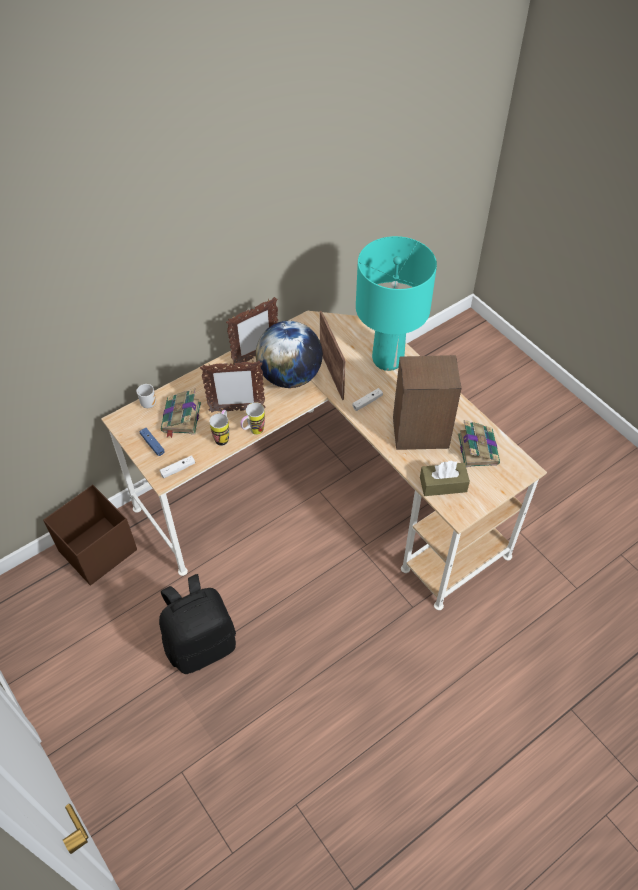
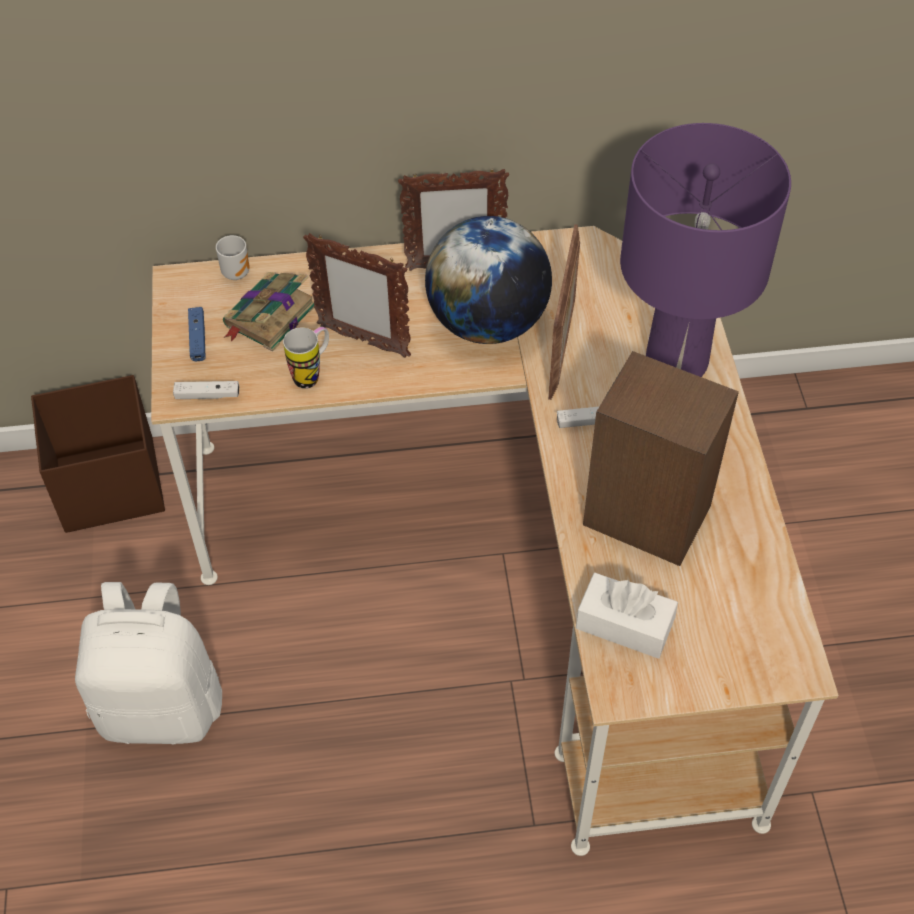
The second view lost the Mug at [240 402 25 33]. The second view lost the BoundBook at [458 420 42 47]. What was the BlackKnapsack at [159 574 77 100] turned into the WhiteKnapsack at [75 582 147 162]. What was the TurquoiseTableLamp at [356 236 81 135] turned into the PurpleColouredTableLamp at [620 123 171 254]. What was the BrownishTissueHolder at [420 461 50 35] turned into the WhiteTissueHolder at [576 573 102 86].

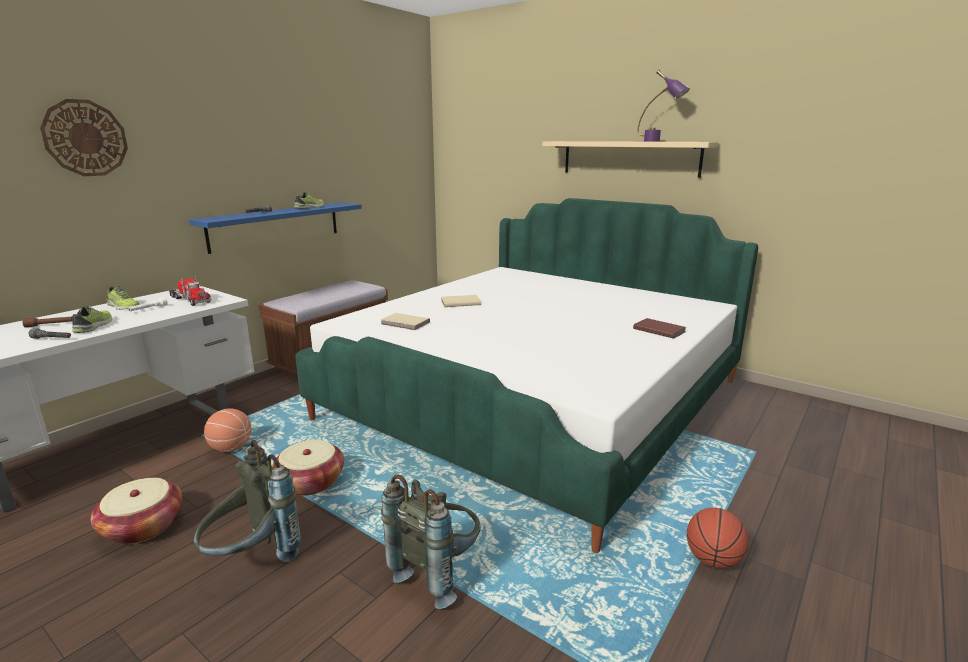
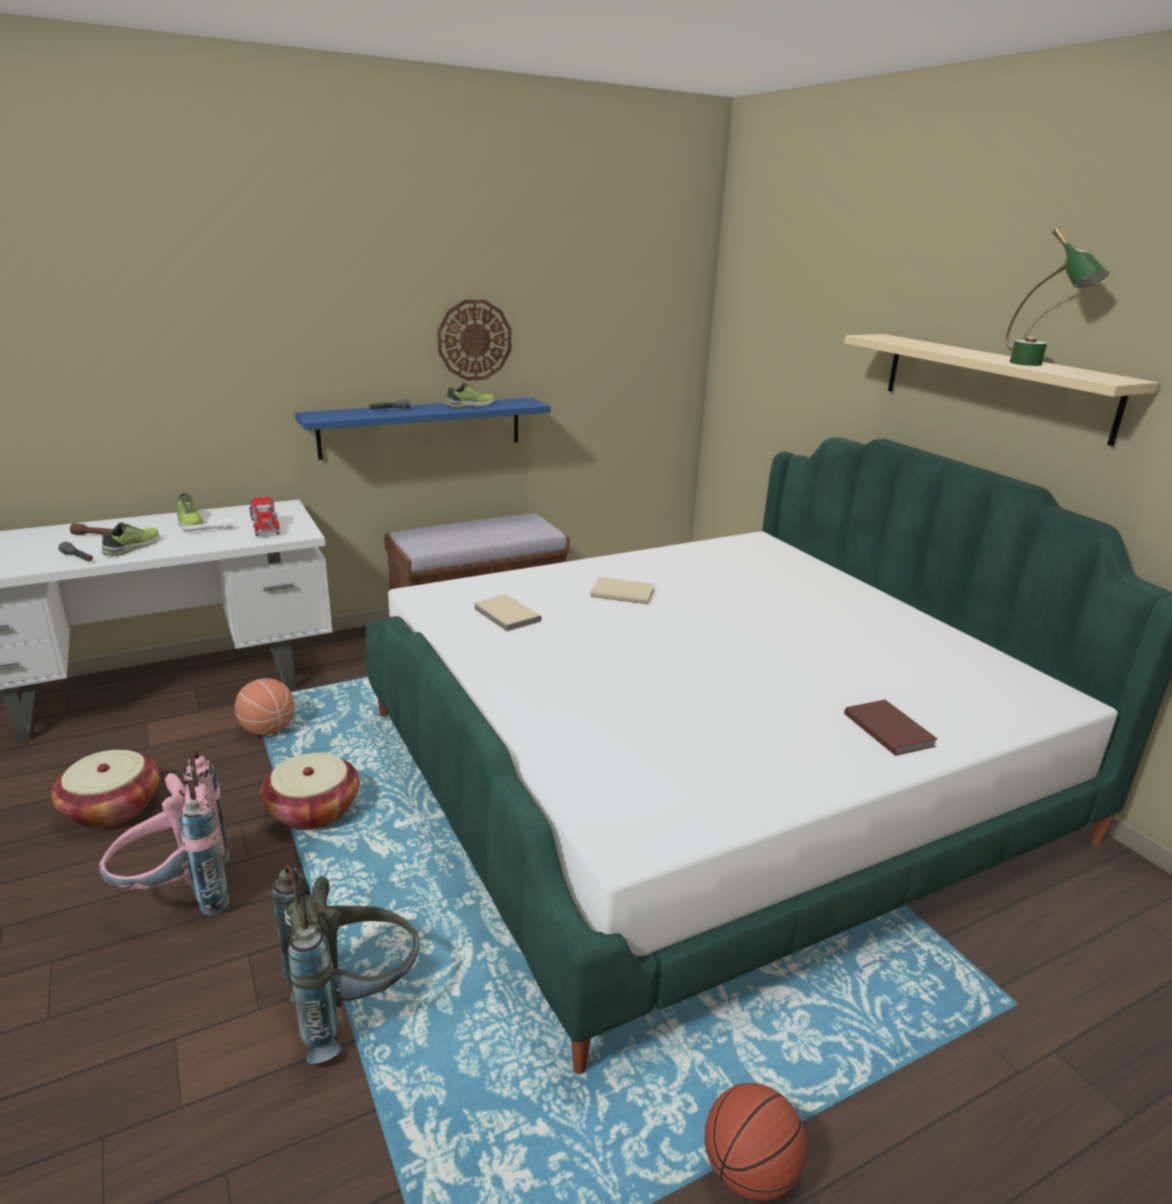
The HangingClock ended up elsewhere, having gone from [40 99 88 77] to [437 300 74 81]. What was the GrayKnapsack at [194 440 107 122] turned into the PinkKnapsack at [99 750 130 166]. What was the PurpleColouredTableLamp at [638 70 52 72] turned into the GreenishTableLamp at [1006 227 103 139].

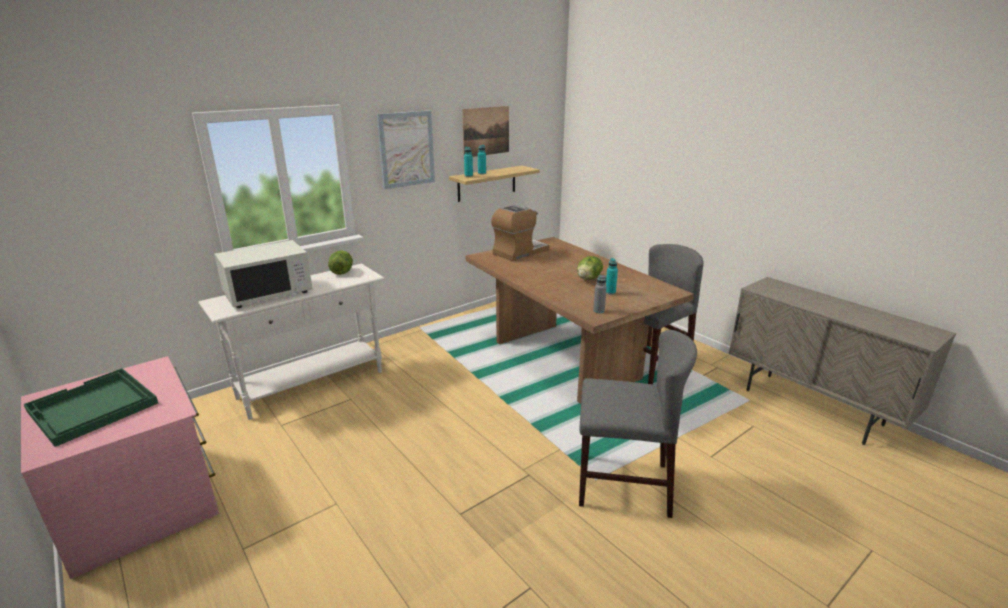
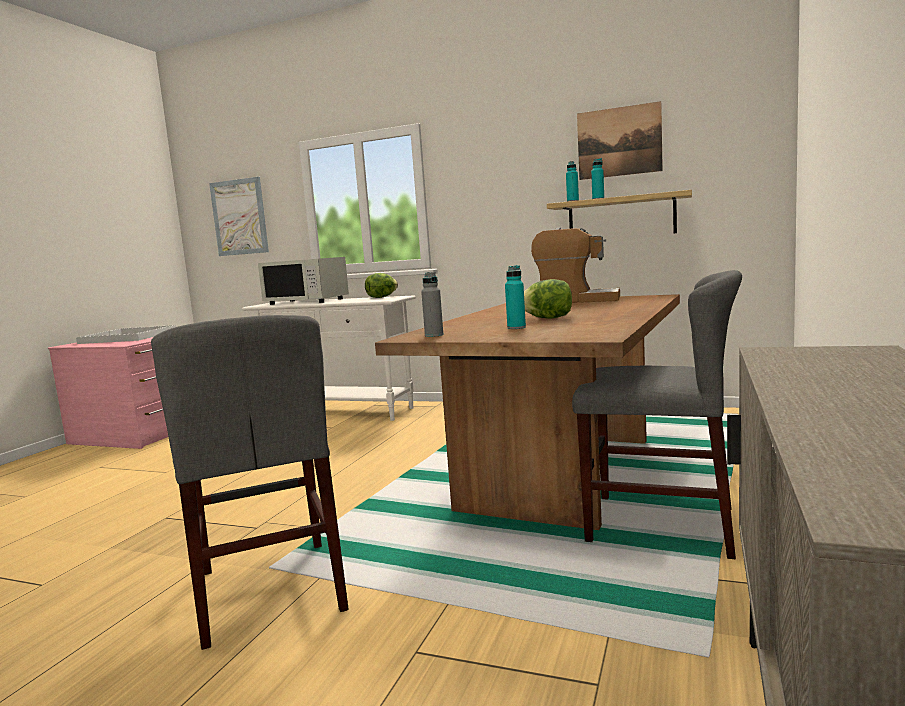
The WallPicture ended up elsewhere, having gone from [377 110 58 79] to [209 177 60 79]. What was the GreenishCarryingTray at [24 368 134 79] turned into the WhiteCarryingTray at [76 325 100 19].

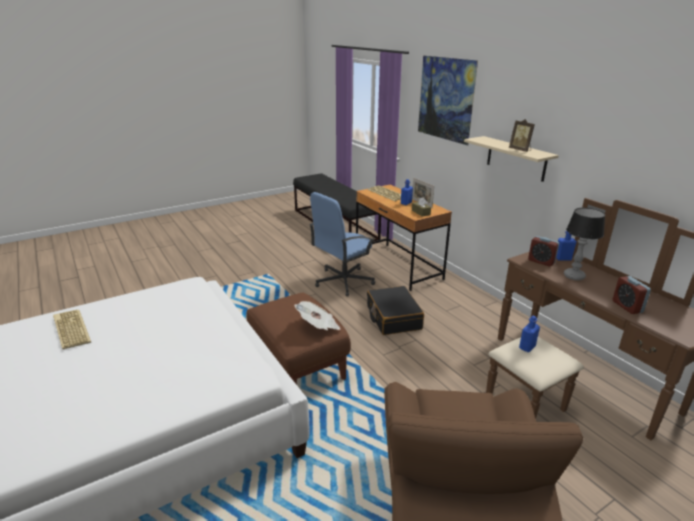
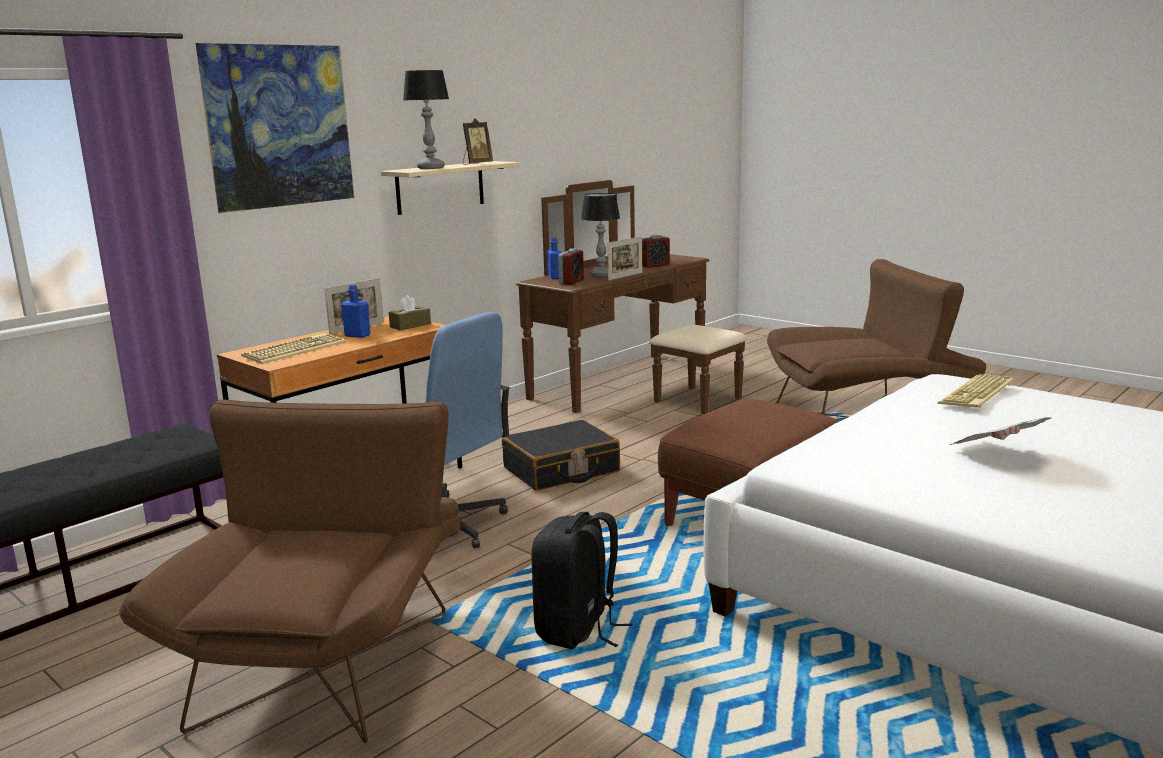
The second view lost the BluishDrinkBottle at [519 316 21 36]. The second view gained the BrownishEasyChair at [119 400 342 343]. The second view gained the TableLamp at [403 70 46 99]. The second view gained the BlackKnapsack at [531 512 101 137]. The second view gained the StandingFrame at [607 236 35 44]. The PcKeyboard ended up elsewhere, having gone from [53 310 38 39] to [937 374 77 34]. The DailyPaper ended up elsewhere, having gone from [294 301 47 29] to [949 417 102 28].

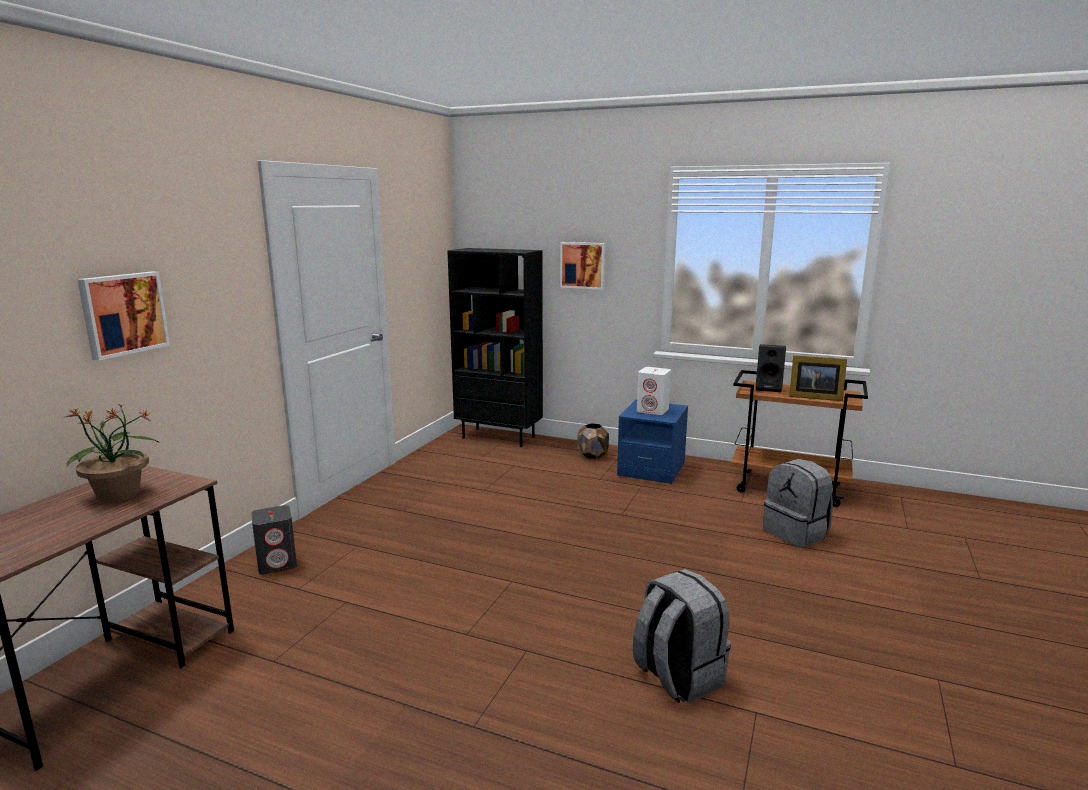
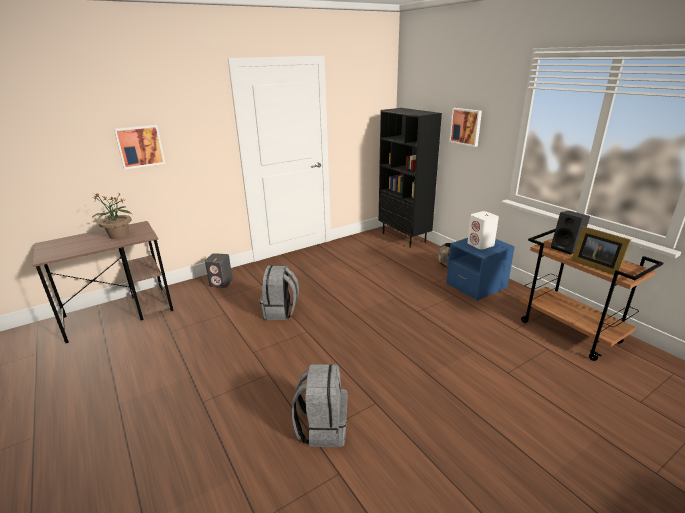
The GrayKnapsack ended up elsewhere, having gone from [763 459 70 89] to [260 265 39 55].

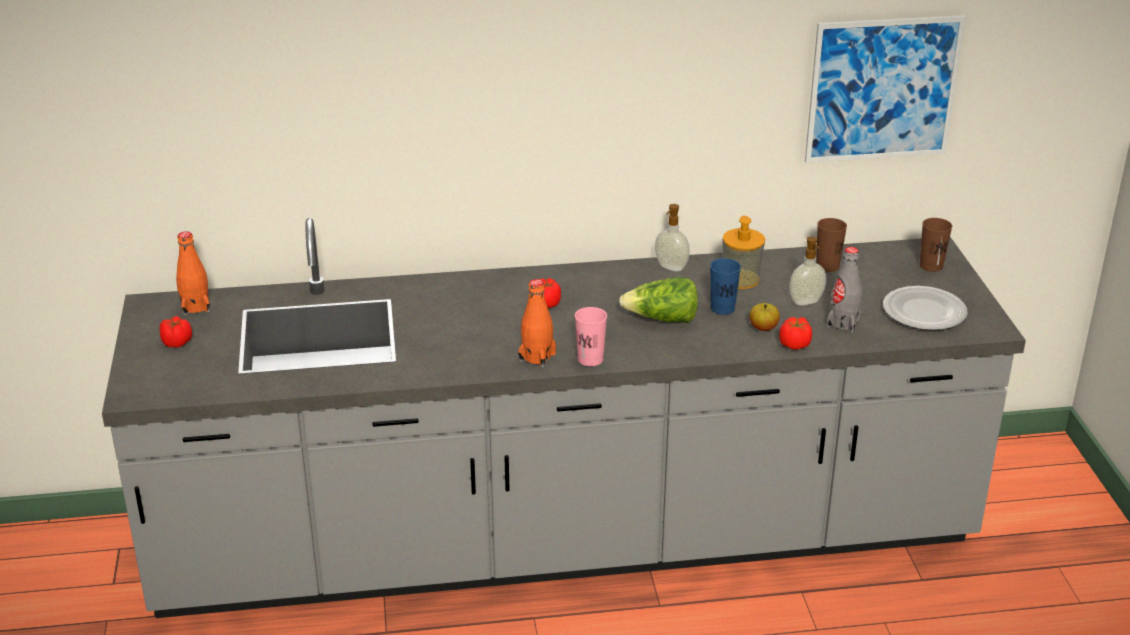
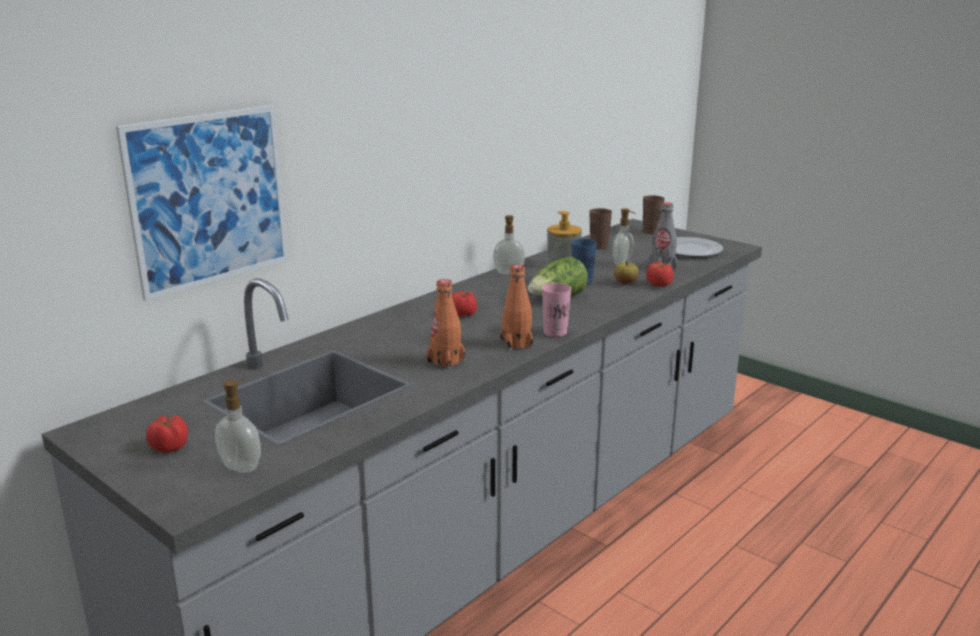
The second view gained the LiquidSoapBottle at [215 379 46 94]. The OrangeDrinkBottle ended up elsewhere, having gone from [176 231 34 84] to [426 279 39 91]. The WallPicture ended up elsewhere, having gone from [805 15 161 148] to [116 105 172 196].

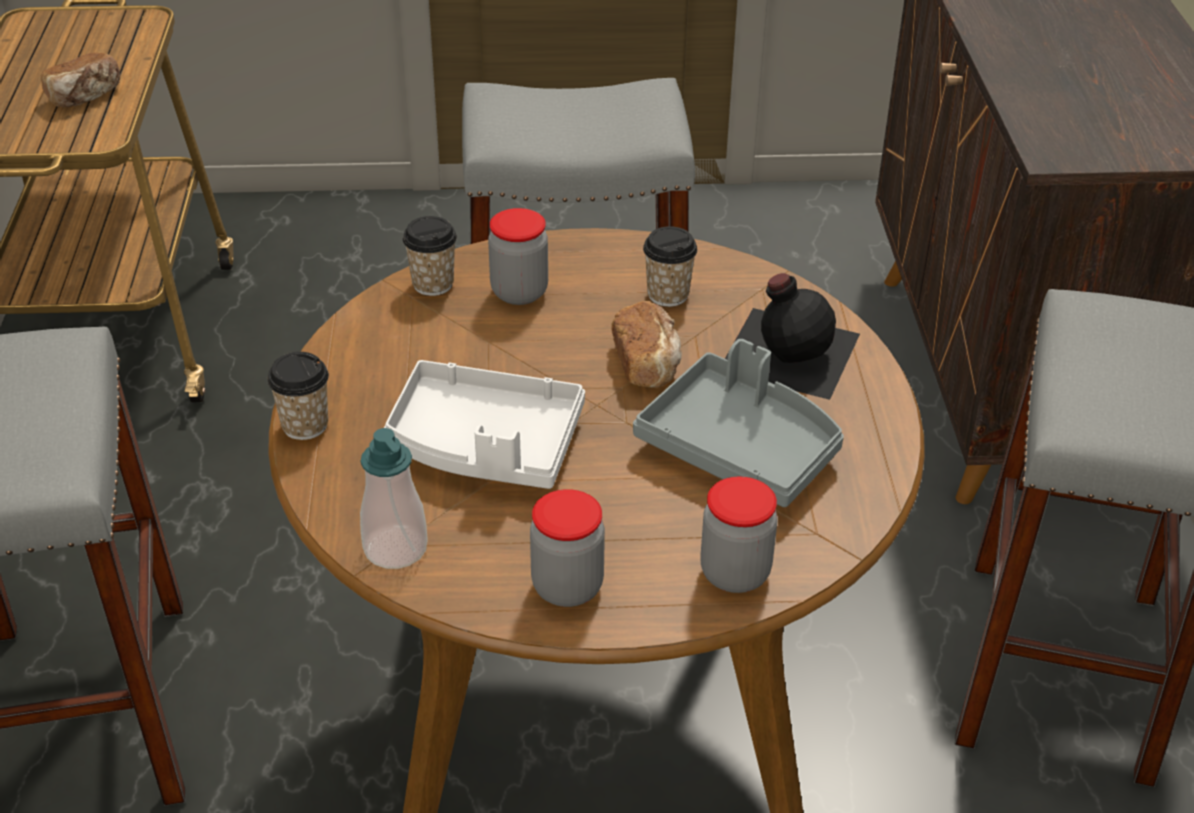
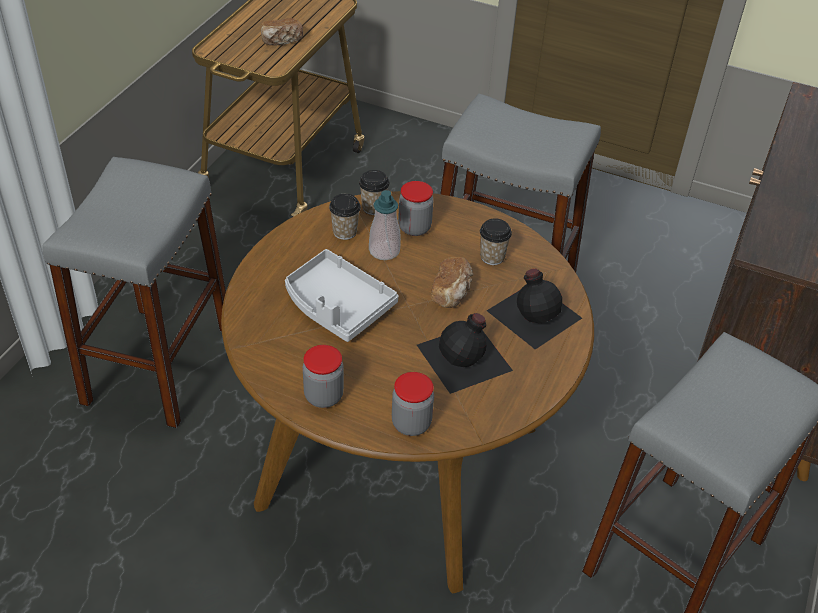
The SmallCup ended up elsewhere, having gone from [267 352 62 88] to [329 194 32 46]. The LiquidSoapBottle ended up elsewhere, having gone from [360 428 68 141] to [369 190 32 70]. Where the GrayCarryingTray stood at [633 339 211 168], the BlackDrinkBottle came to stand at [417 313 96 81].

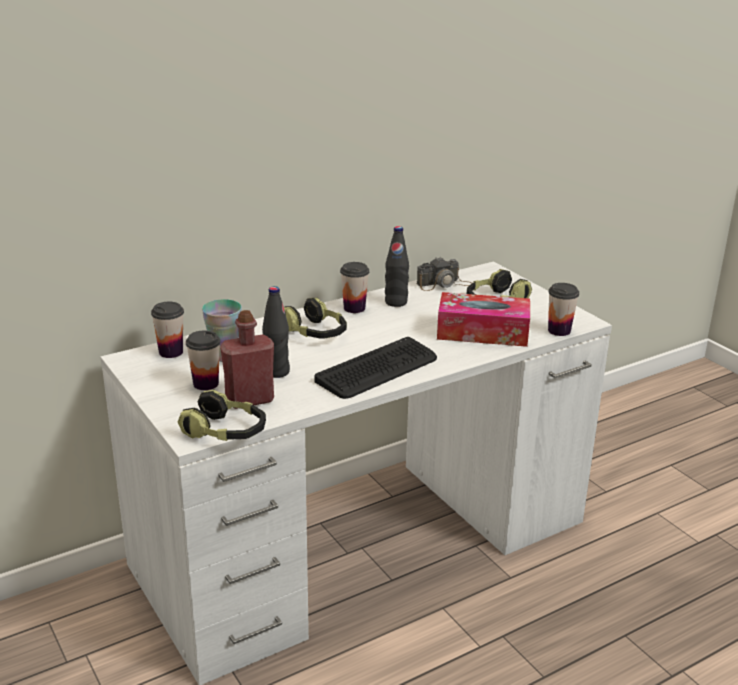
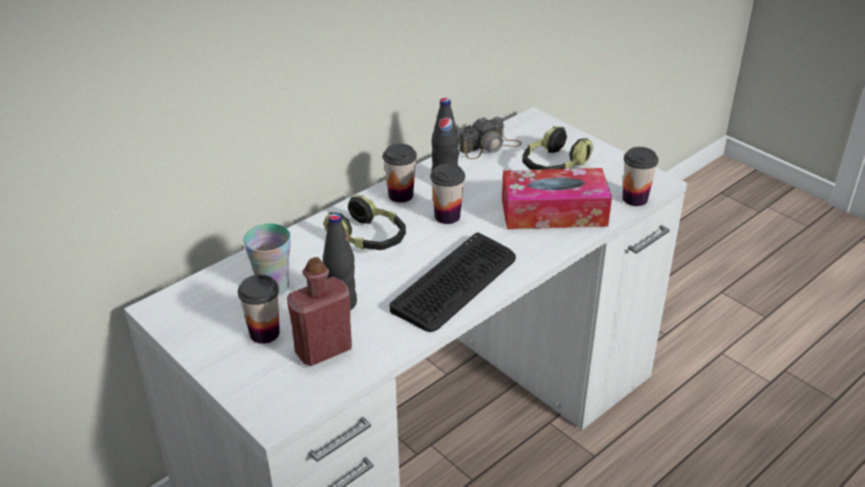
The second view lost the Headset at [178 389 88 52]. The SmallCup ended up elsewhere, having gone from [151 302 33 56] to [430 163 35 61].

